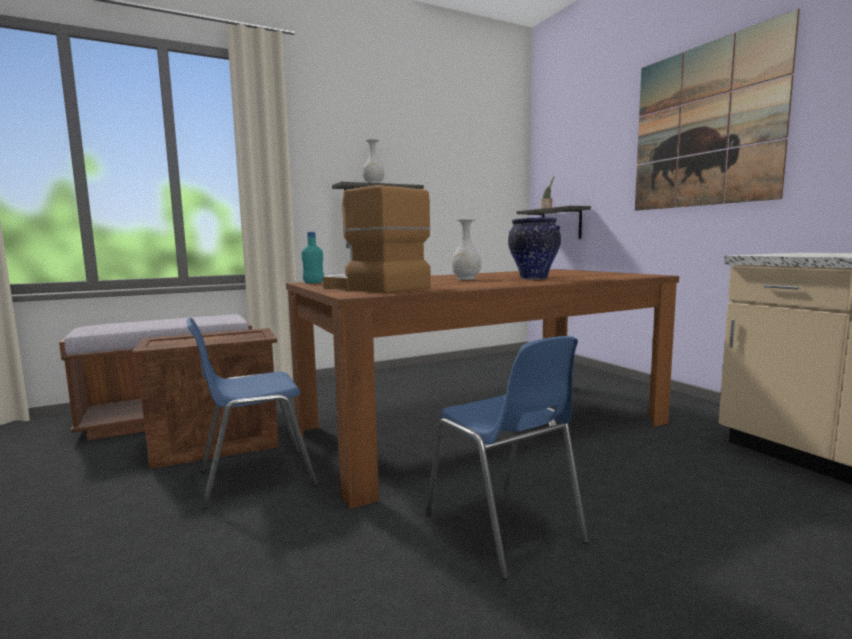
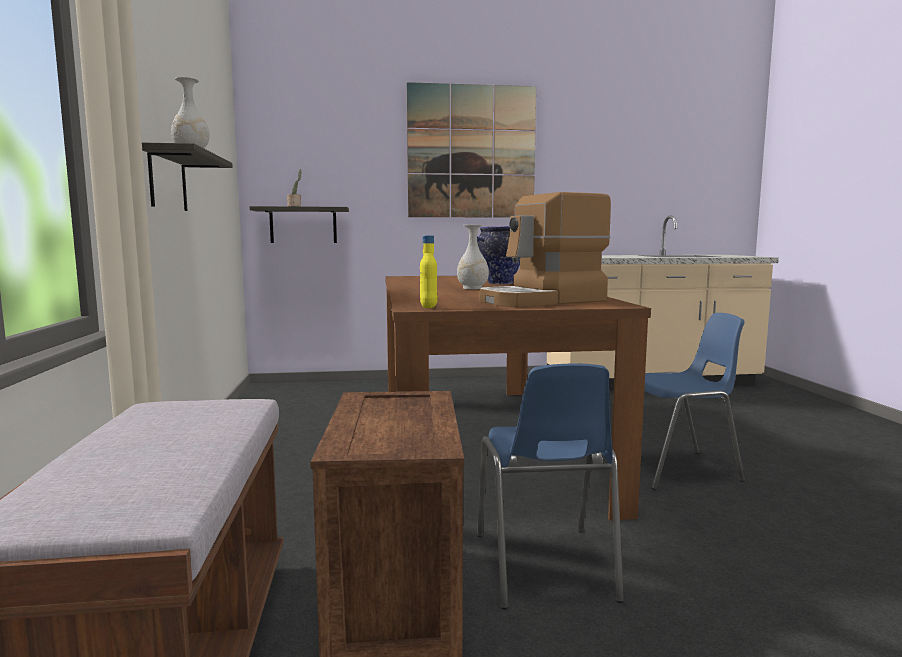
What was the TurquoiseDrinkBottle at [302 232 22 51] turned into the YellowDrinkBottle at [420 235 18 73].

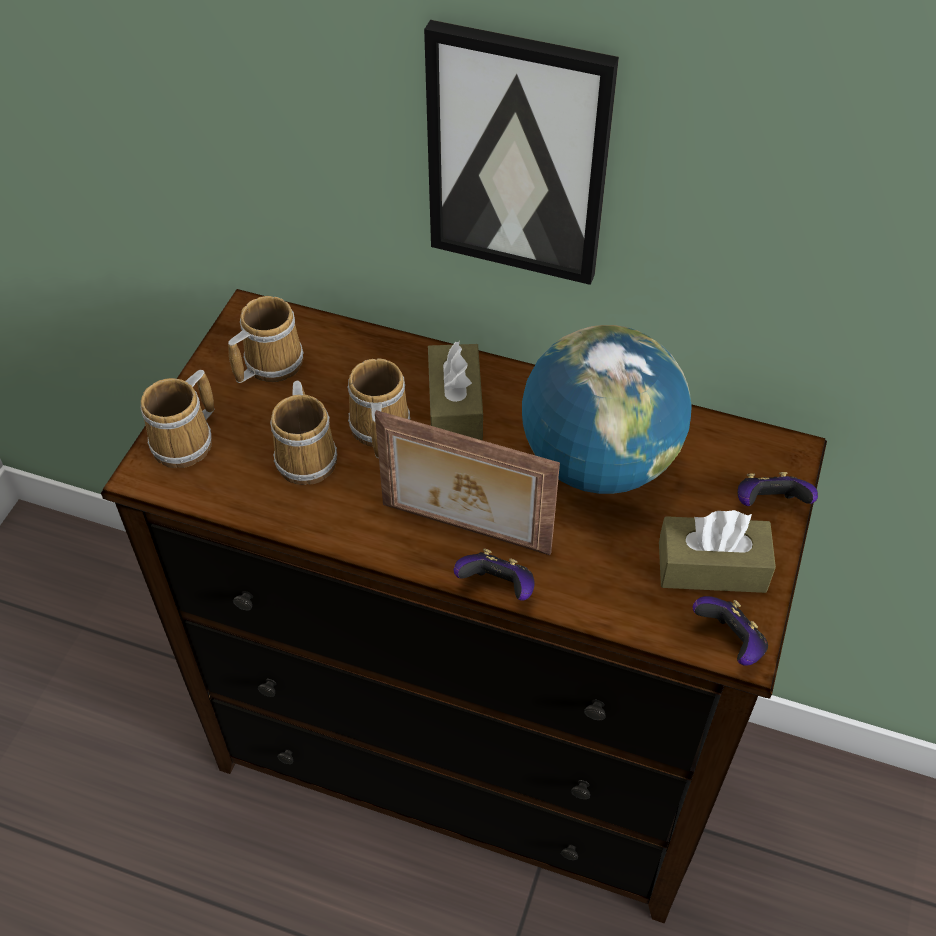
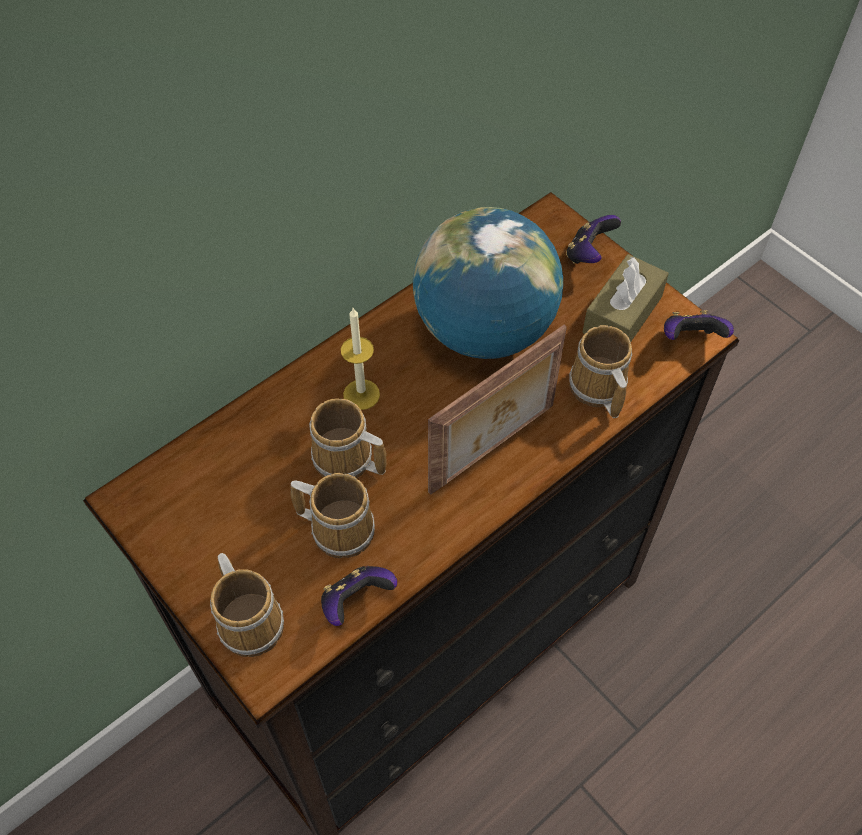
The second view lost the WallPicture at [424 20 195 265]. The Mug ended up elsewhere, having gone from [228 296 76 87] to [569 325 63 93]. The Joypad ended up elsewhere, having gone from [454 549 81 52] to [321 566 76 60]. Where the BrownishTissueHolder stood at [428 341 55 99], the WaxCandle came to stand at [341 308 39 102].

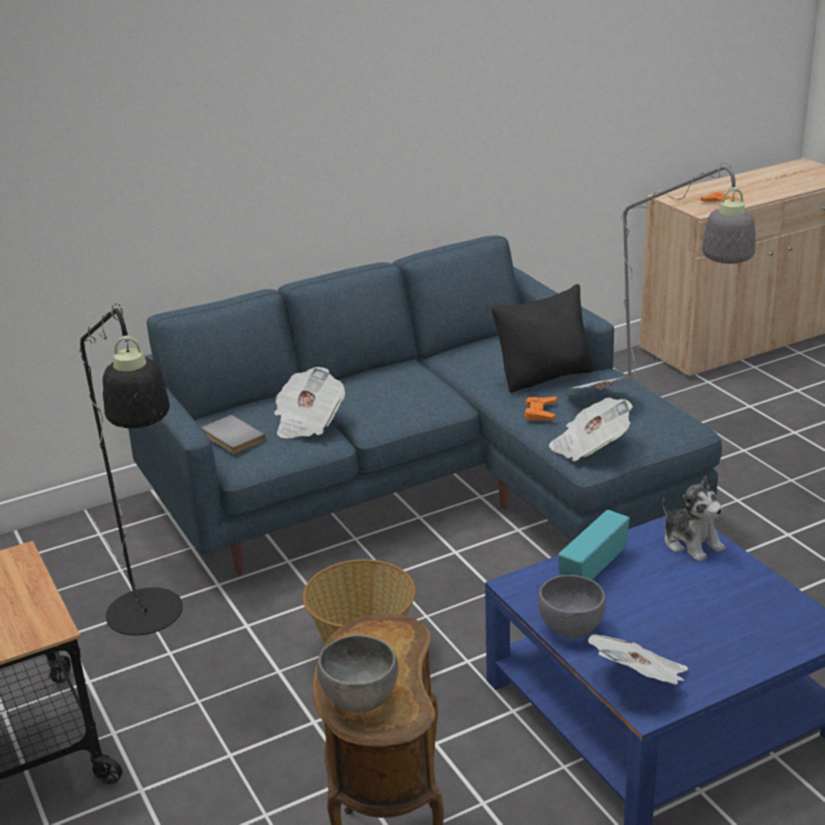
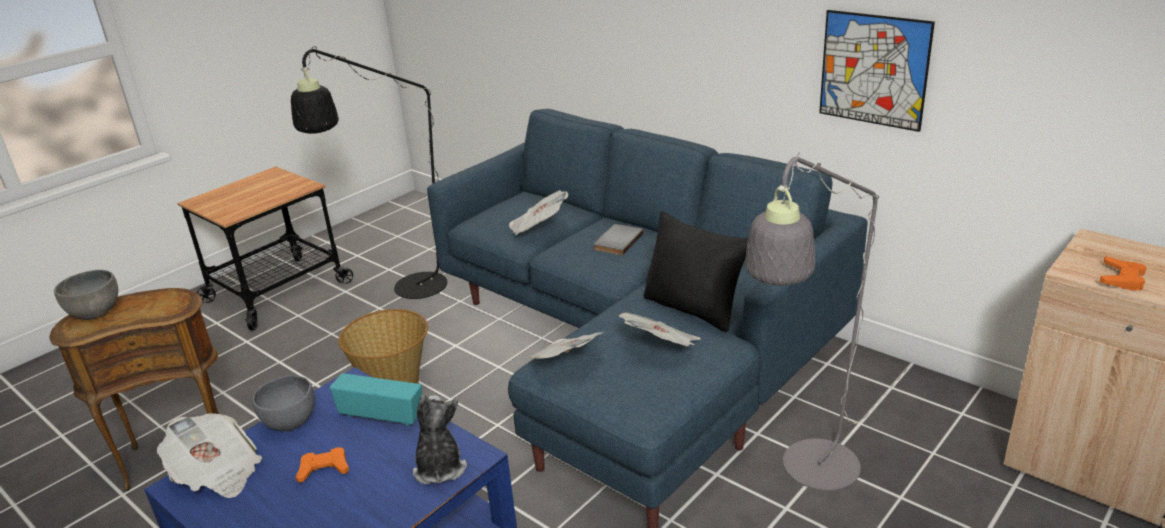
The second view gained the WallPicture at [819 10 116 122]. The GrayBoundBook ended up elsewhere, having gone from [202 415 63 39] to [594 224 50 31]. The OrangeJoypad ended up elsewhere, having gone from [525 397 32 24] to [295 447 54 36]. The SoftToy at [663 476 62 86] ended up facing another way, 135 degrees clockwise from before.

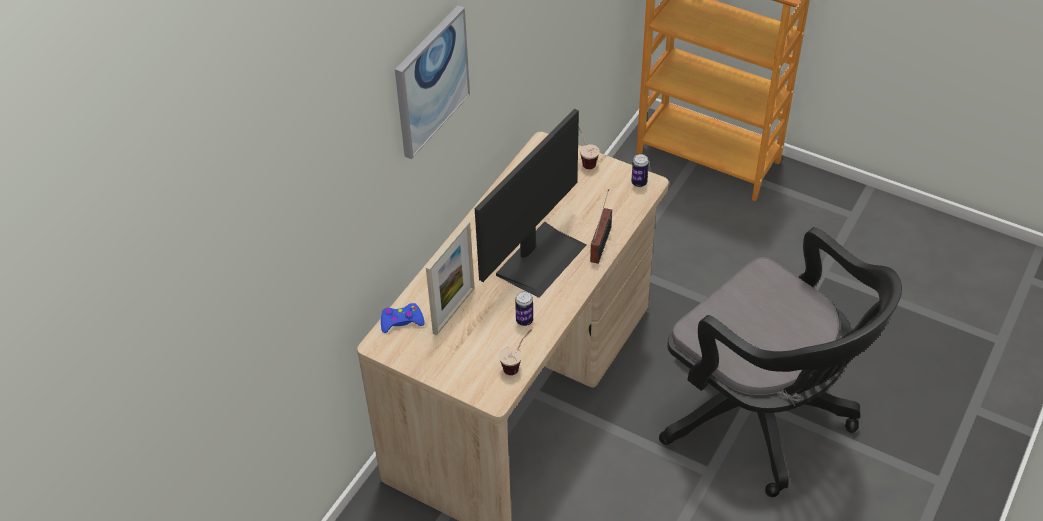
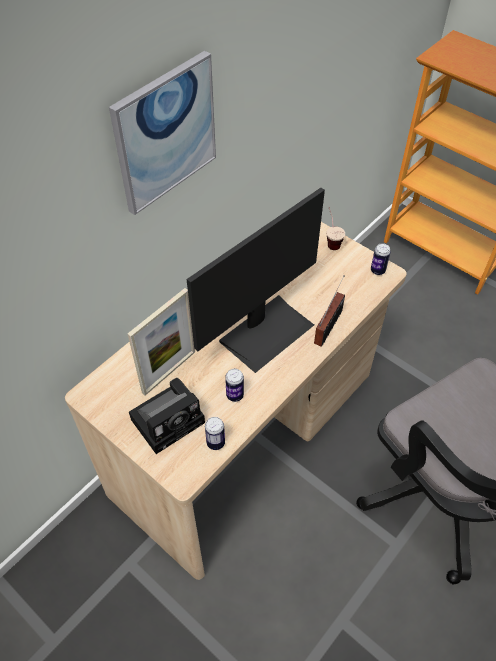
The second view lost the BluishJoypad at [381 303 44 30]. The second view gained the PhotoCamera at [129 378 76 76]. Where the SmallCup stood at [499 329 33 46], the Can came to stand at [205 417 20 33].

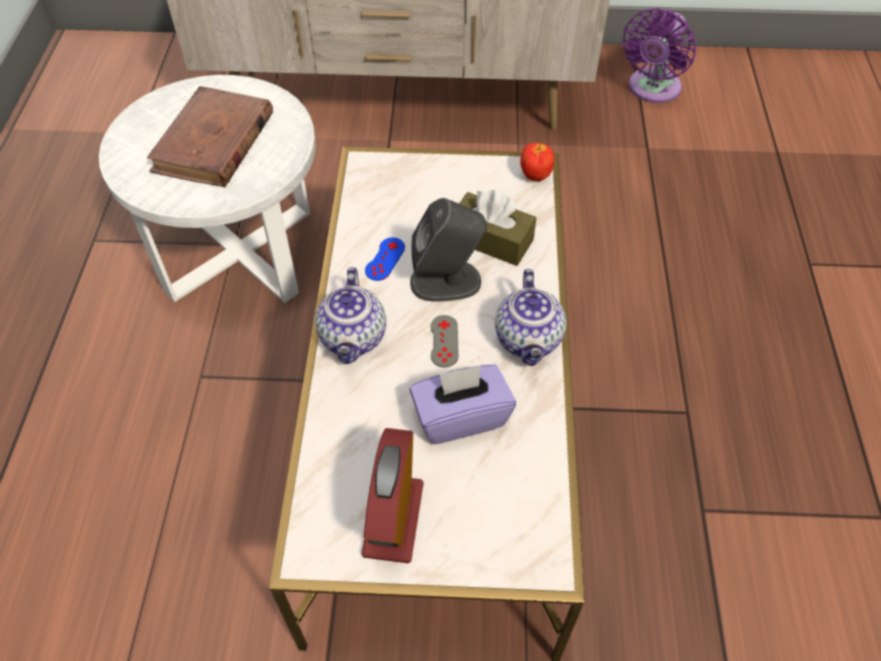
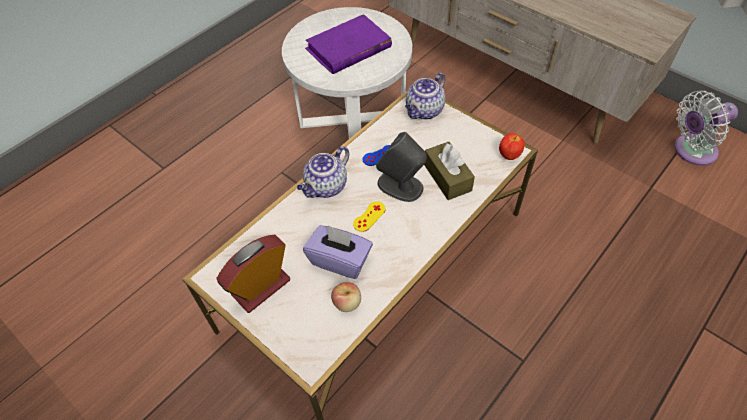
The second view gained the WholeApple at [331 282 30 30]. The Teapot ended up elsewhere, having gone from [495 269 71 97] to [405 73 40 46]. What was the BrownishBoundBook at [147 86 126 101] turned into the PurpleColouredBoundBook at [305 14 87 60]. What was the GrayJoypad at [431 315 28 52] turned into the YellowJoypad at [353 201 33 31]. What was the PurpleColouredFan at [623 8 73 95] turned into the WhiteFan at [674 91 64 75].

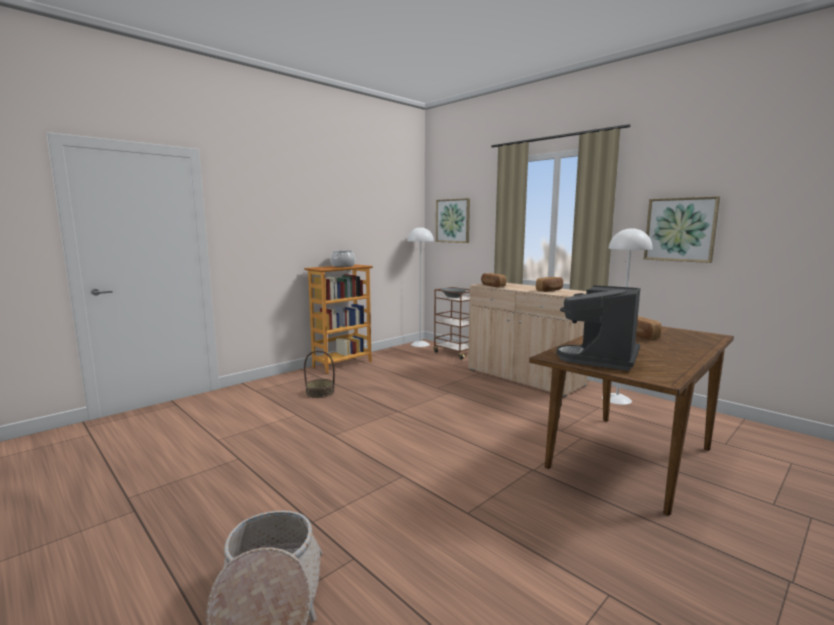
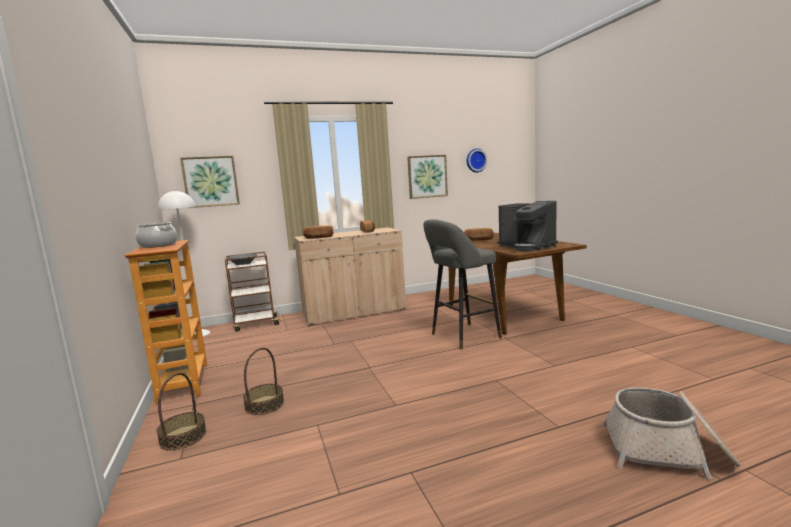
The second view lost the WhiteFloorLamp at [602 227 50 178]. The second view gained the Basket at [156 372 51 78]. The second view gained the GrayStoolSeat at [423 219 79 131]. The second view gained the HangingClock at [467 148 20 24].

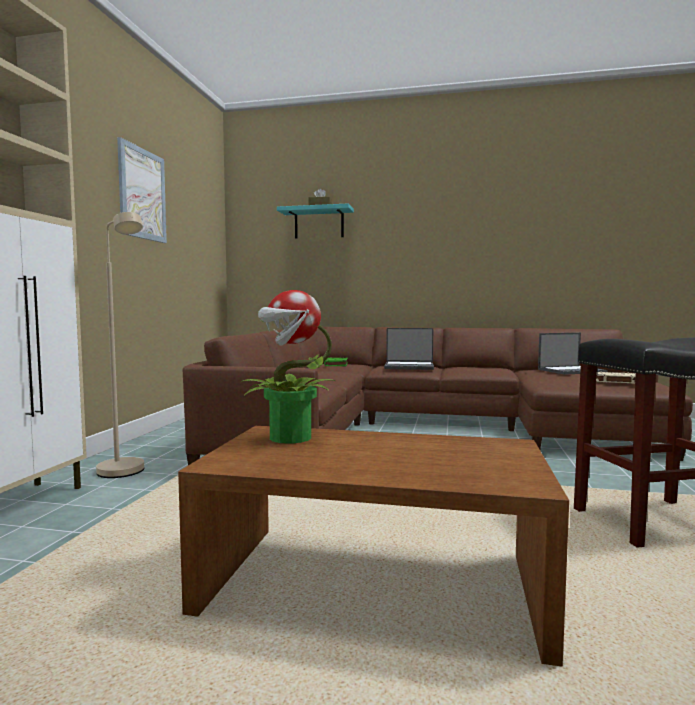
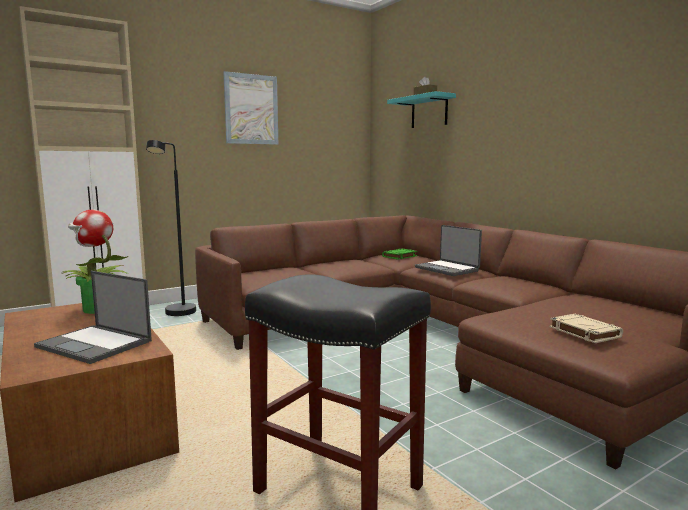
The PortableComputer ended up elsewhere, having gone from [538 333 69 42] to [34 271 118 93]. What was the SandColouredFloorLamp at [96 212 48 266] turned into the BlackFloorLamp at [146 140 50 176].

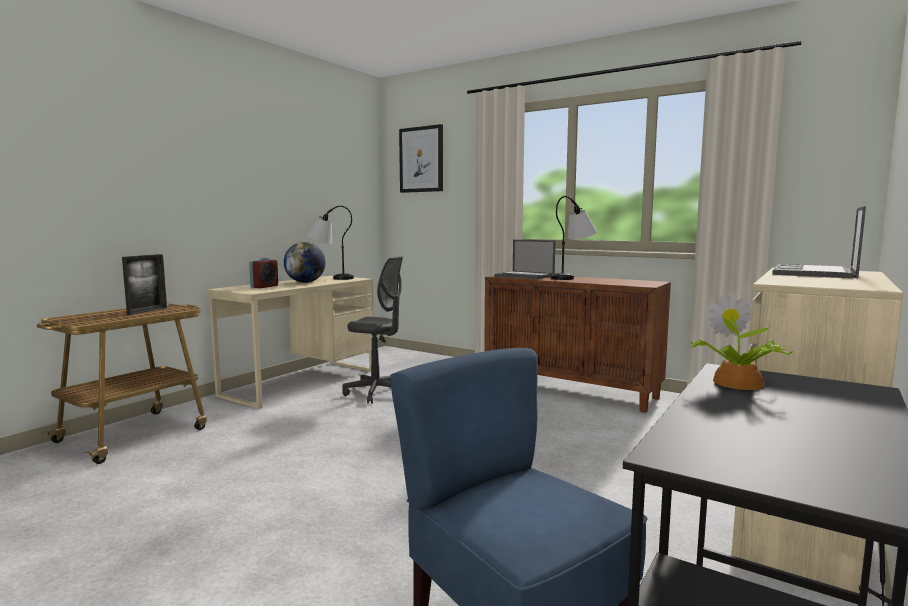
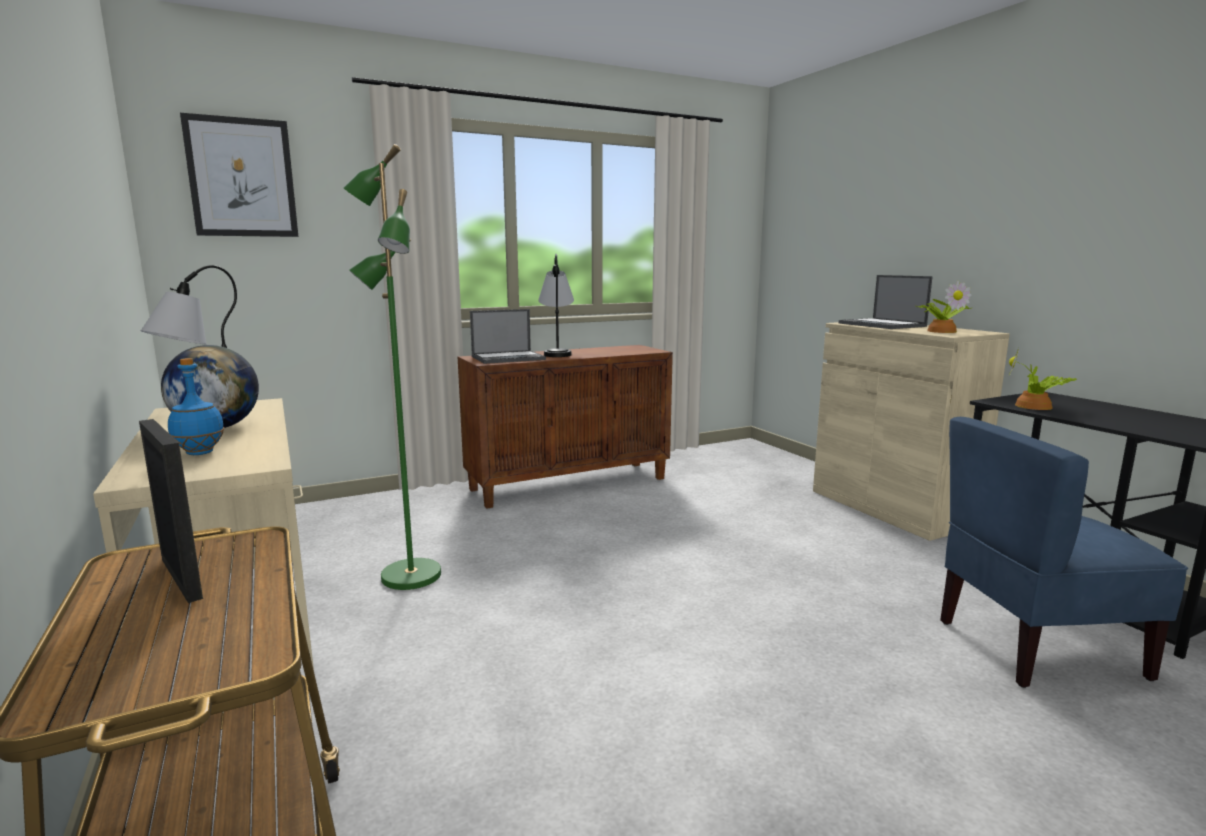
The second view gained the PlantInAPot at [916 280 56 53]. Where the AlarmClock stood at [249 257 29 31], the BluishDrinkBottle came to stand at [168 358 56 97]. Where the GrayComputerChair stood at [343 256 60 148], the GreenishFloorLamp came to stand at [343 144 98 446].

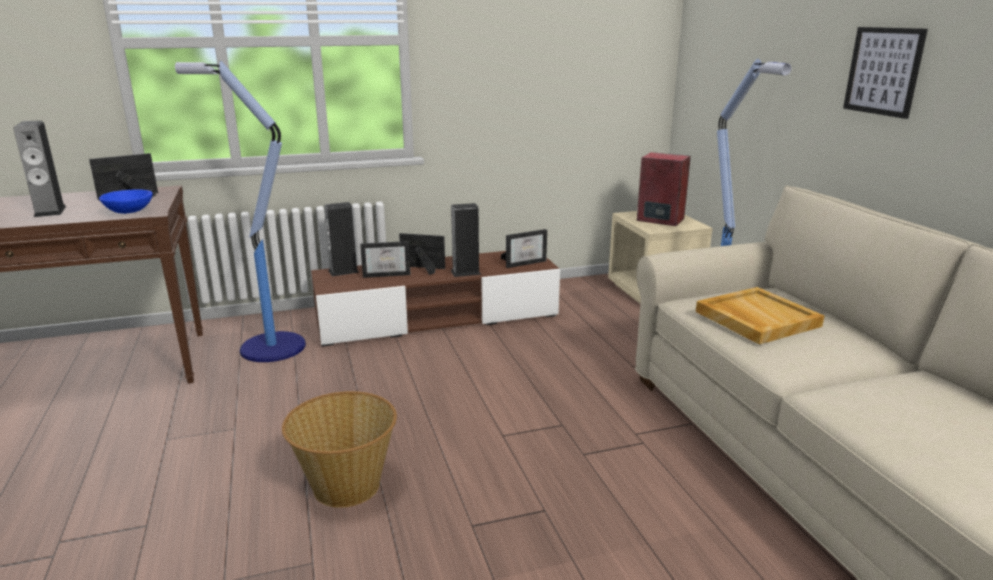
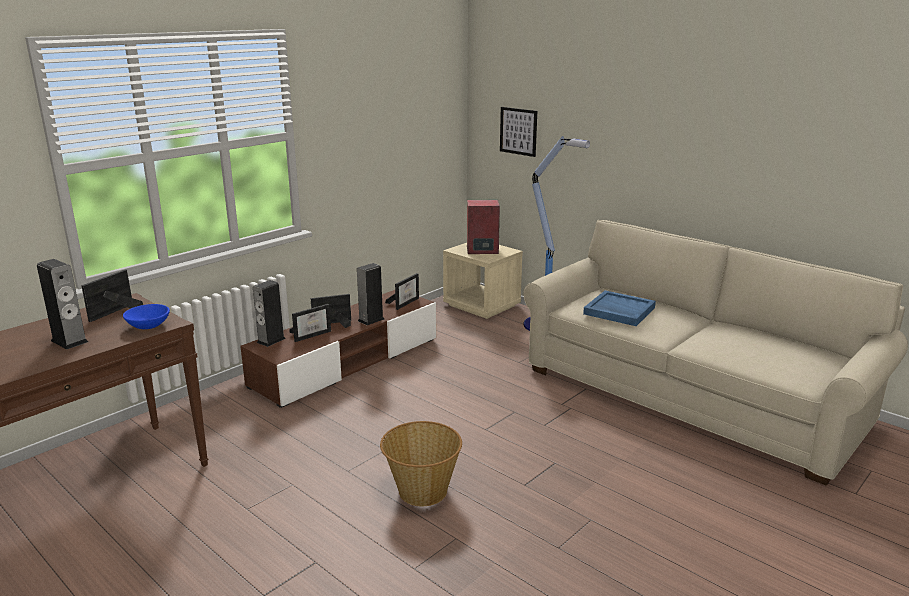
The second view lost the FloorLamp at [175 61 131 301]. The WallPicture ended up elsewhere, having gone from [843 27 85 92] to [500 107 37 50]. What was the SandColouredCarryingTray at [696 287 128 57] turned into the BluishCarryingTray at [583 290 73 36].

